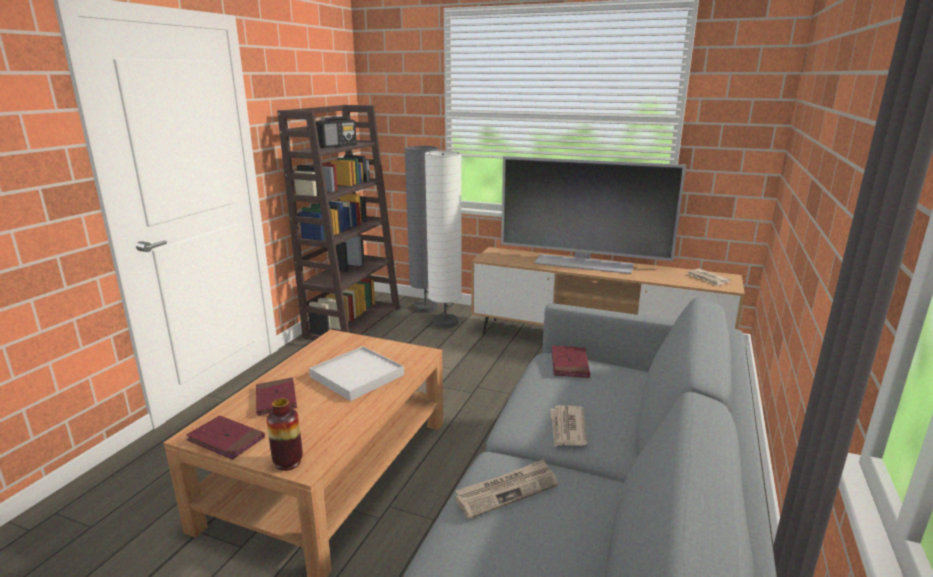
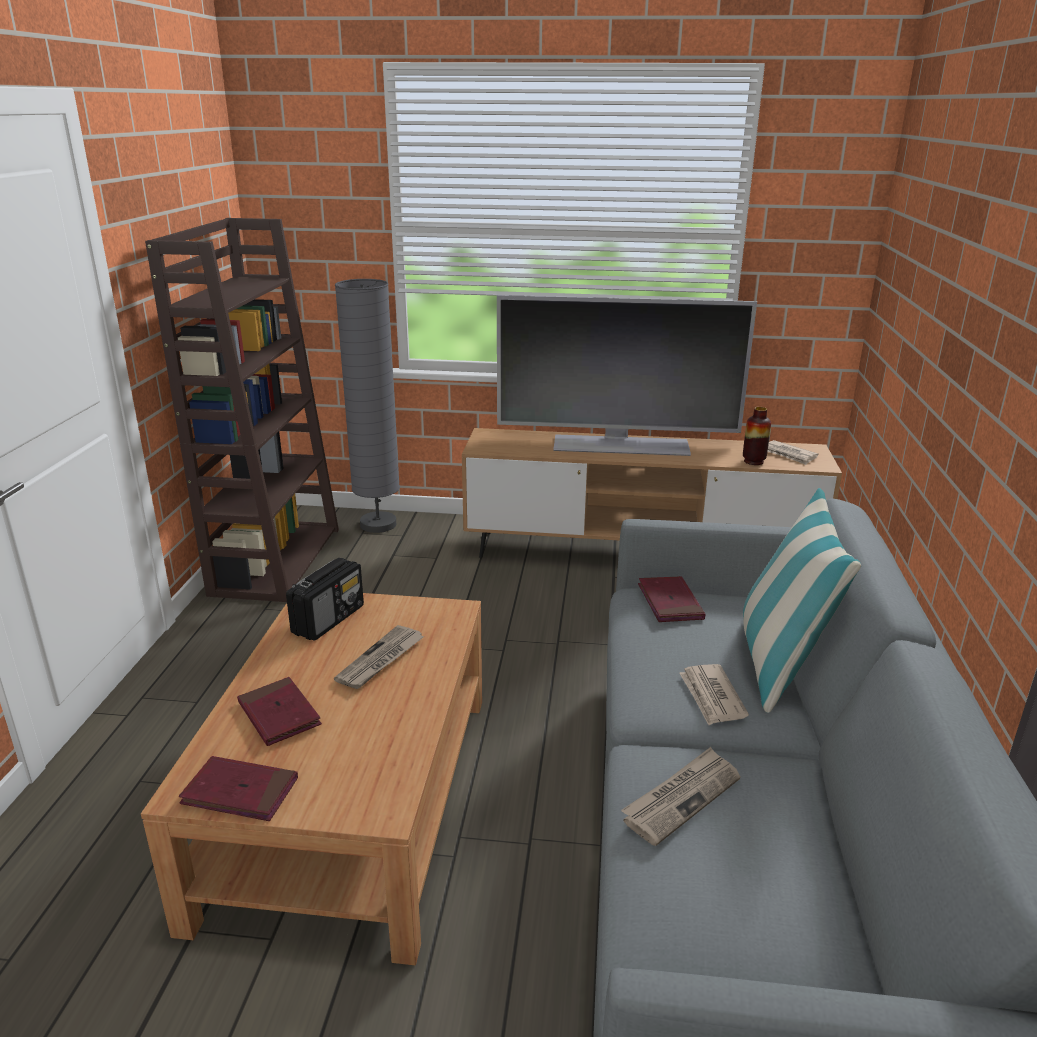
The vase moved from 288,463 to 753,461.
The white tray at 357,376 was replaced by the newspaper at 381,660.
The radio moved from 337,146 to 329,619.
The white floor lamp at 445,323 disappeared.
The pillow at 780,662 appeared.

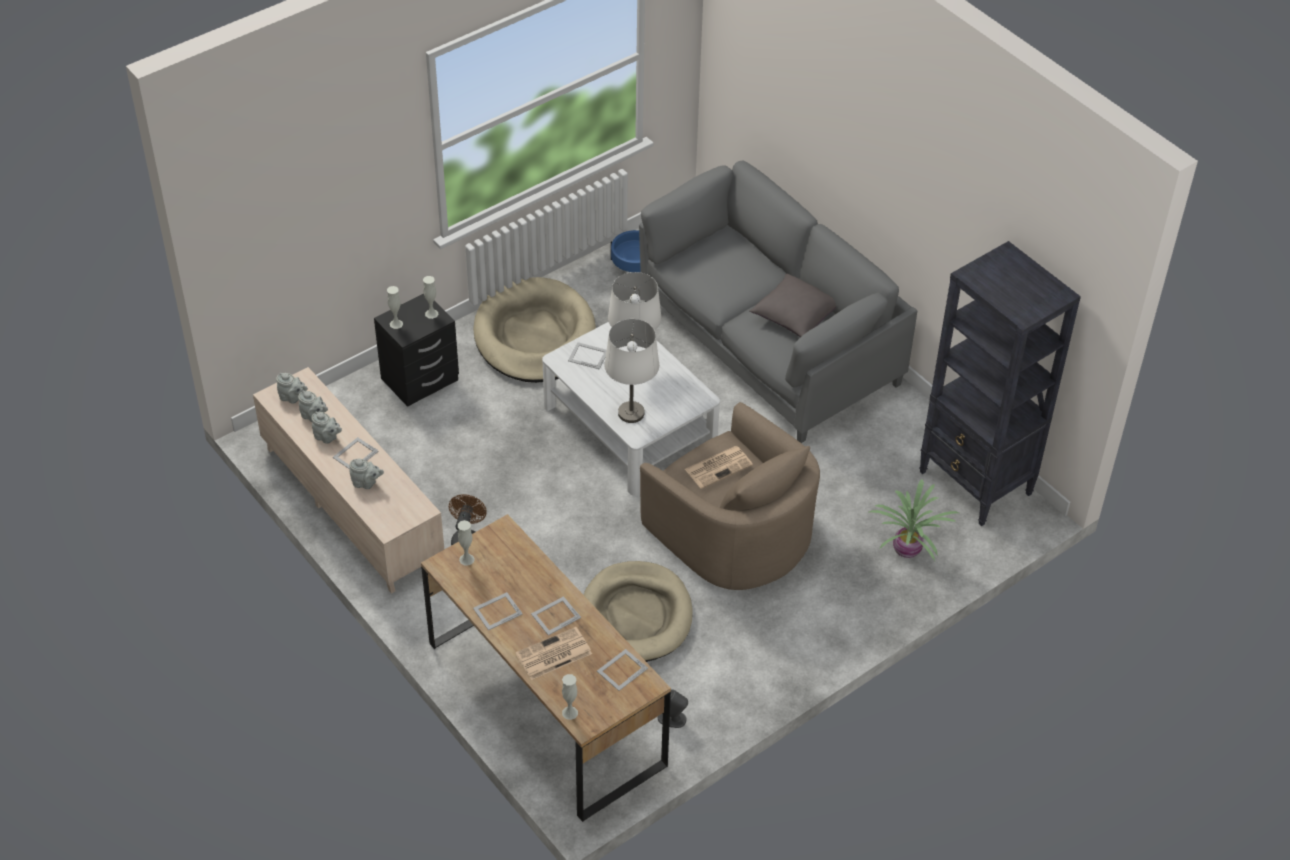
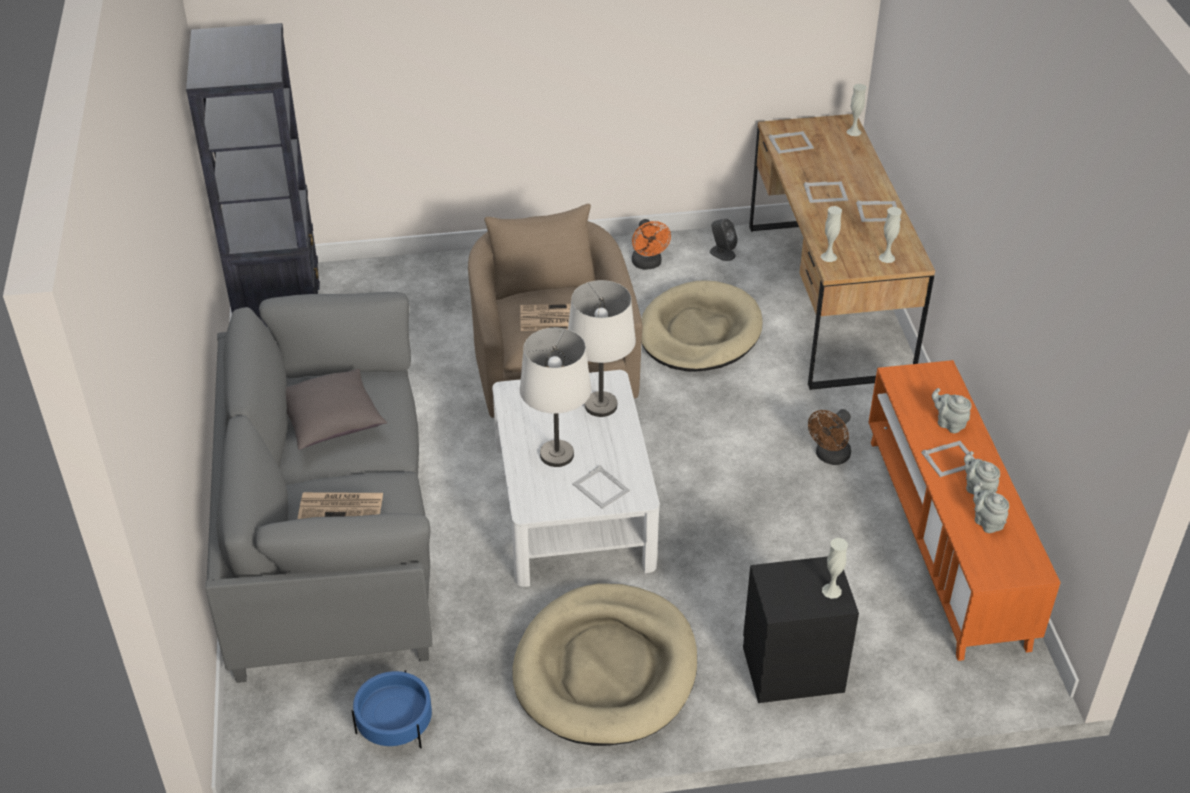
The beige tv stand at 352,506 became the orange tv stand at 946,540.
The grey teapot at 292,398 disappeared.
The white vase moved from 431,313 to 828,257.
The newspaper moved from 553,654 to 342,507.
The potted plant at 908,550 disappeared.
The orange fan at 648,264 appeared.

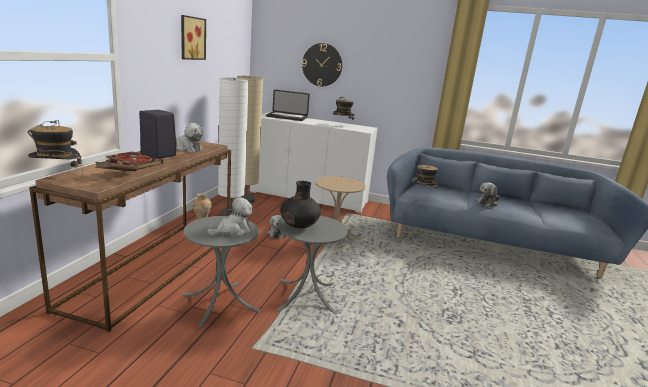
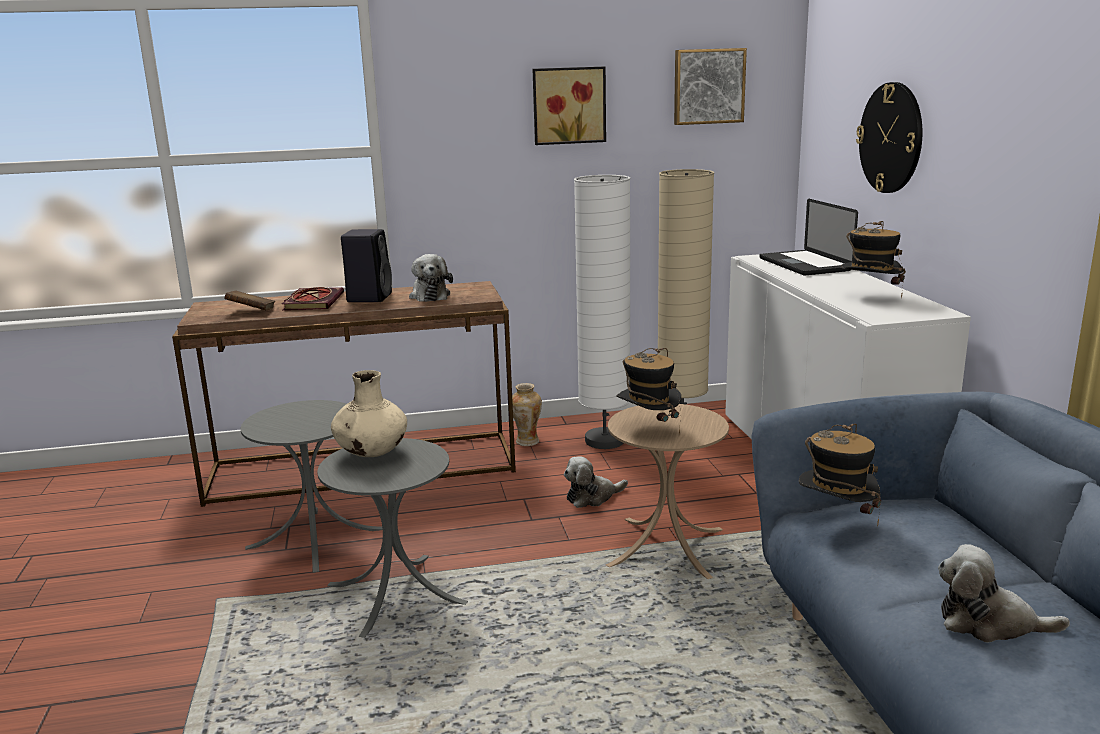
The hat moved from 57,177 to 648,429.
The plush toy at 232,230 disappeared.
The black vase at 299,226 became the beige vase at 371,454.
The picture at 708,86 appeared.

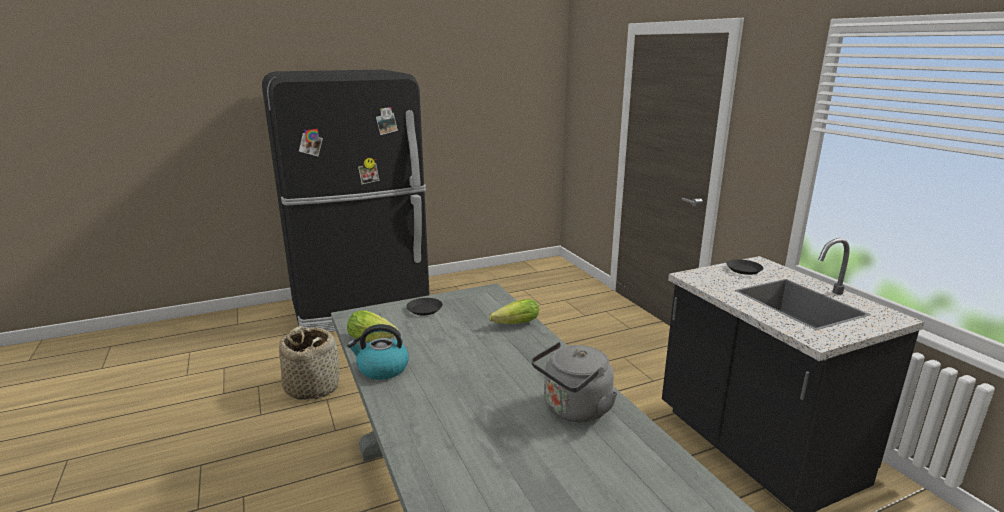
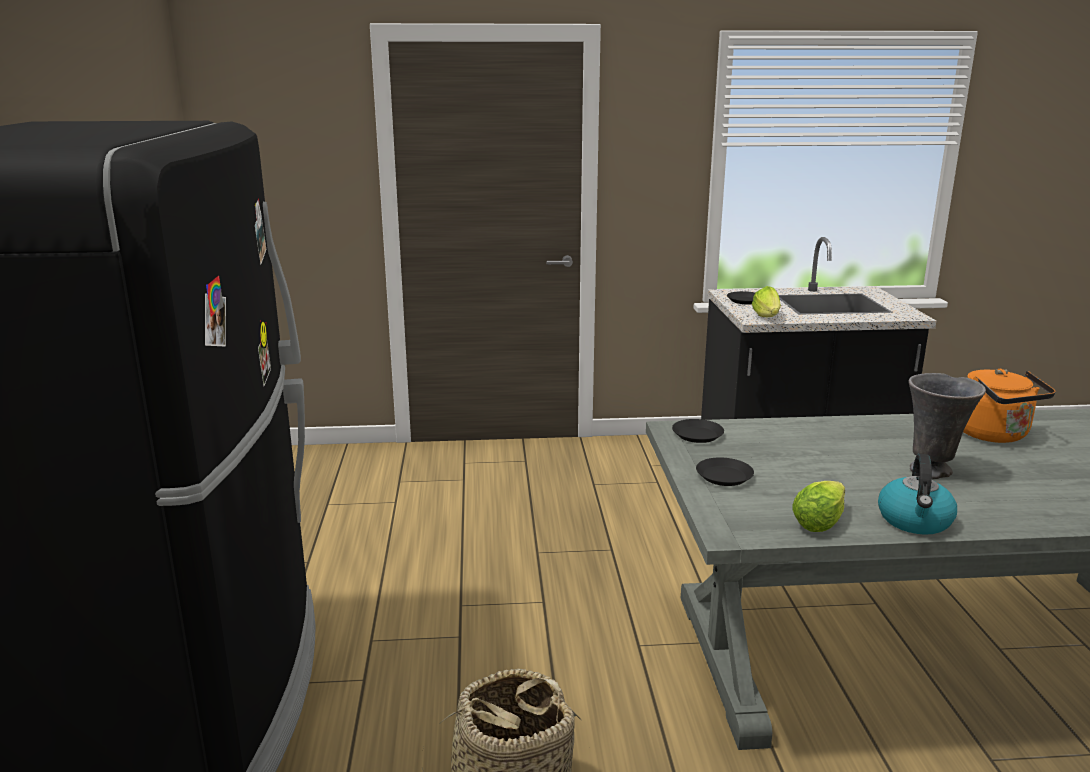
The lettuce moved from 513,324 to 767,317.
The grey kettle at 574,410 became the orange kettle at 994,435.
The black plate at 697,435 appeared.
The grey vase at 932,471 appeared.

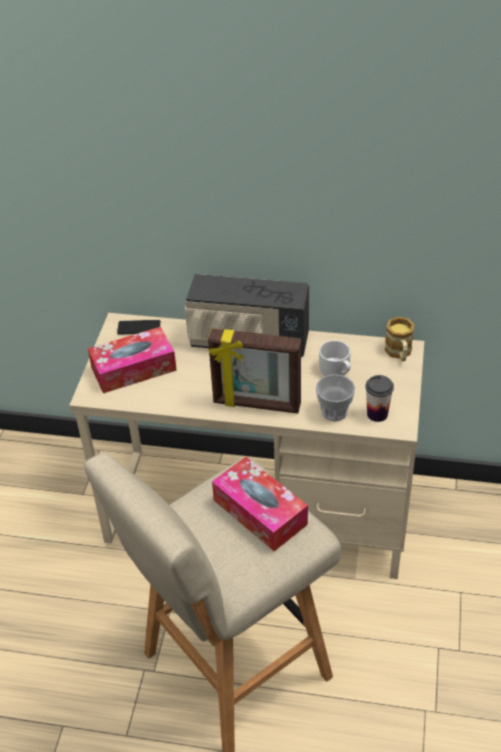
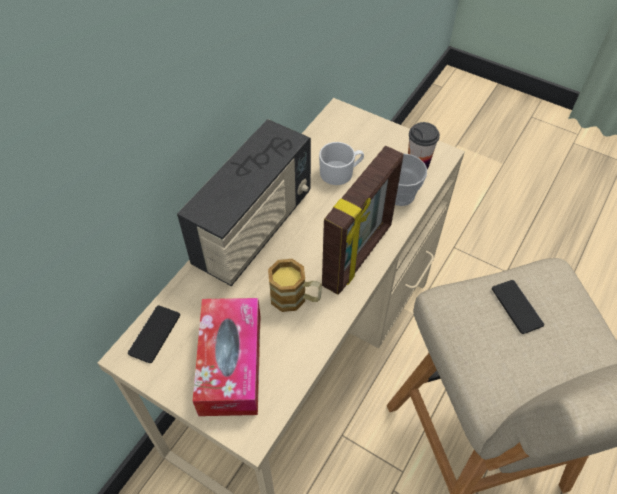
The tissue box at 260,512 was replaced by the phone at 516,307.
The mug moved from 399,353 to 295,298.

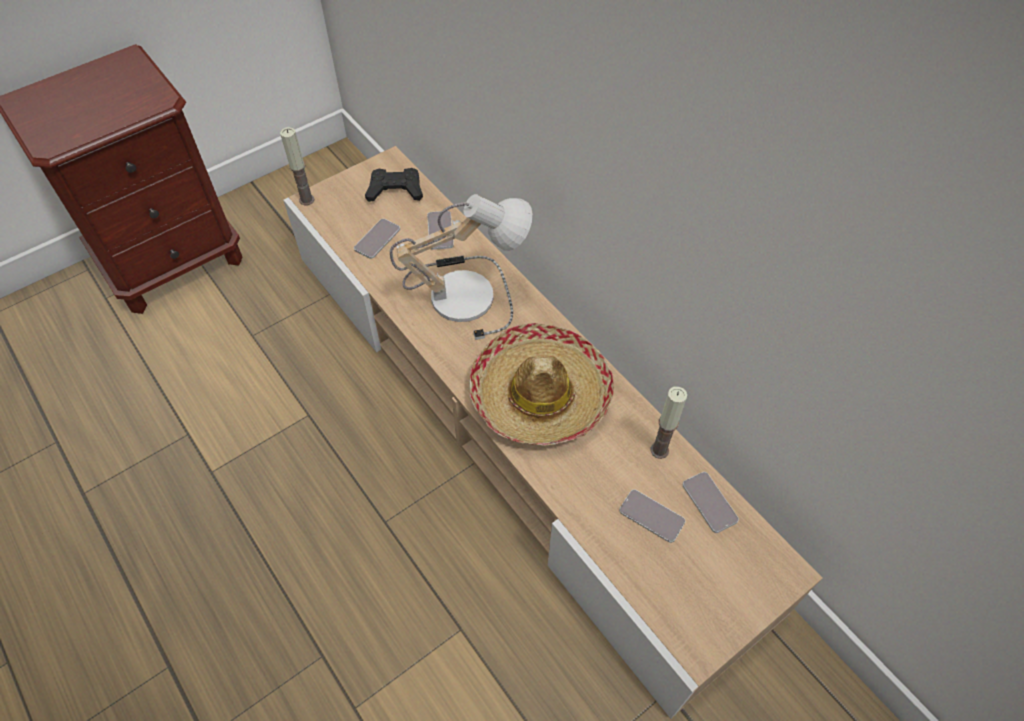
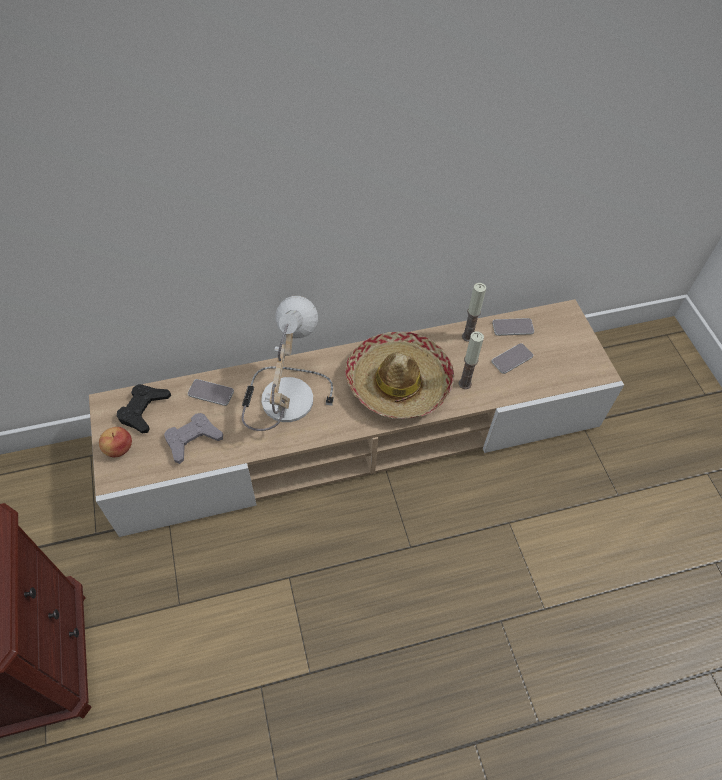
The candle moved from 306,200 to 464,383.
The phone at 377,239 was replaced by the grey game controller at 192,439.
The apple at 118,448 appeared.

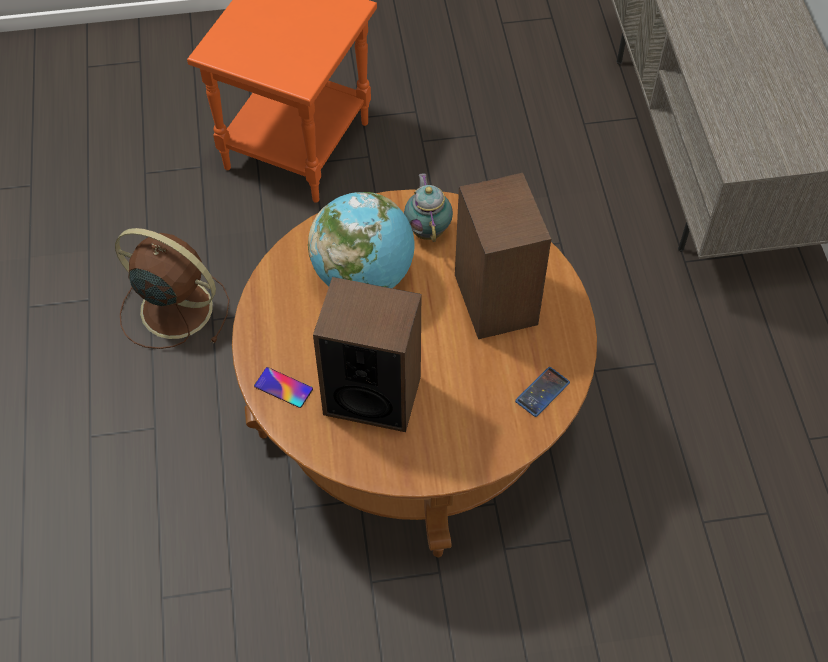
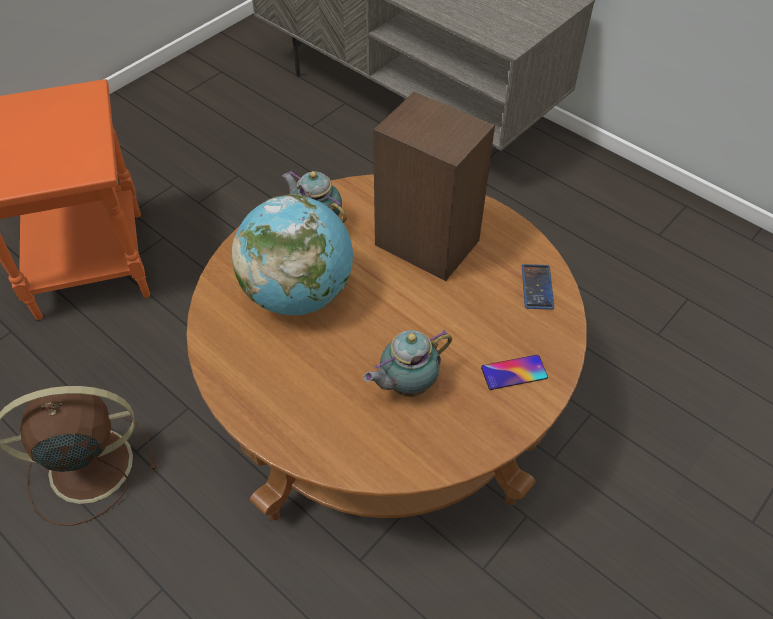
The phone moved from 283,388 to 514,372.
The speaker at 372,395 was replaced by the teapot at 406,385.

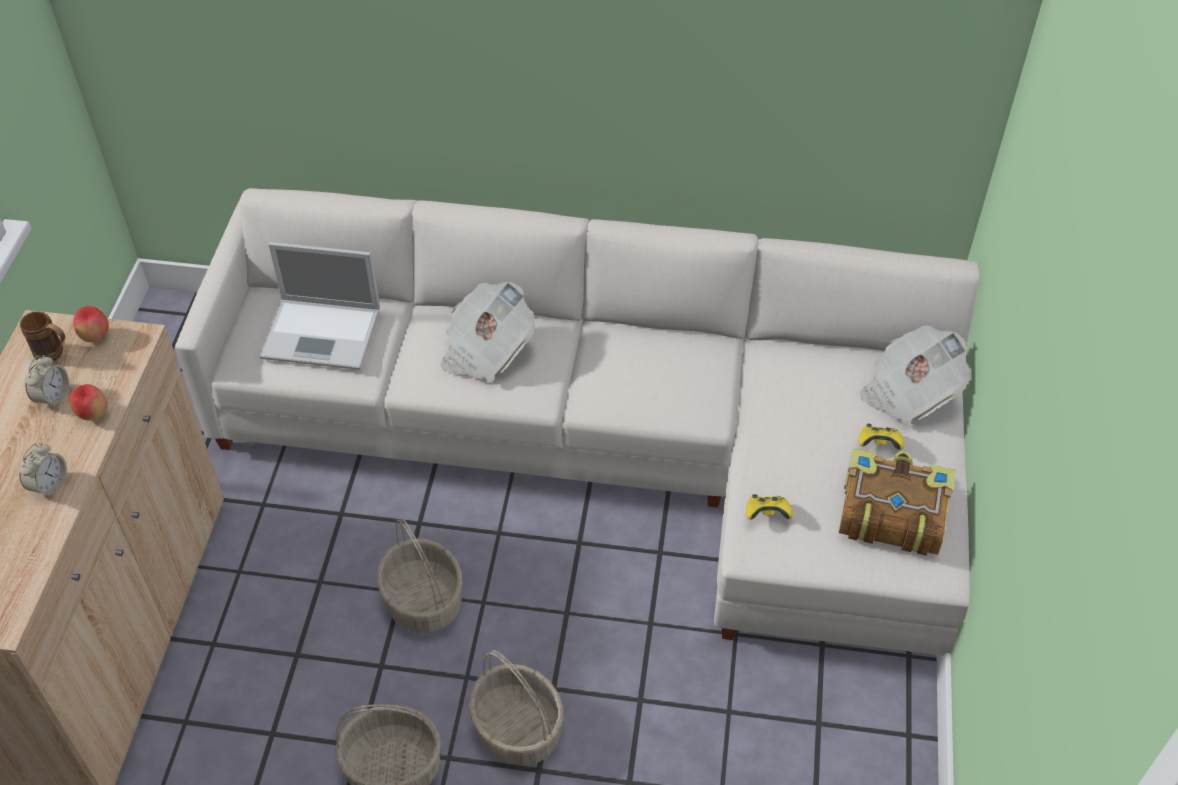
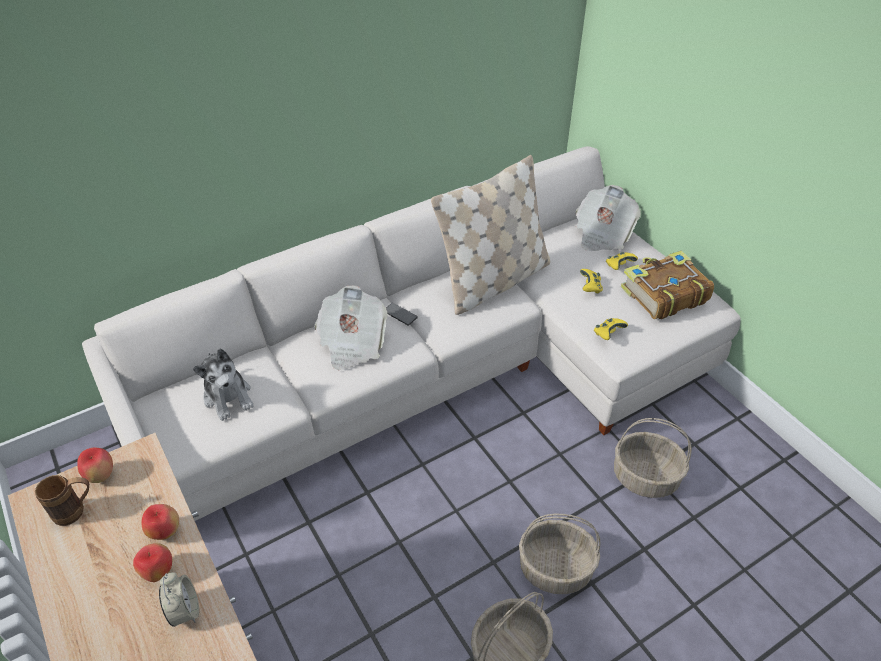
The alarm clock at 53,397 disappeared.
The laptop at 324,334 was replaced by the plush toy at 228,397.
The basket moved from 424,601 to 646,477.
The apple at 158,572 appeared.
The phone at 400,314 appeared.
The beige pillow at 493,281 appeared.
The yellow game controller at 590,287 appeared.

